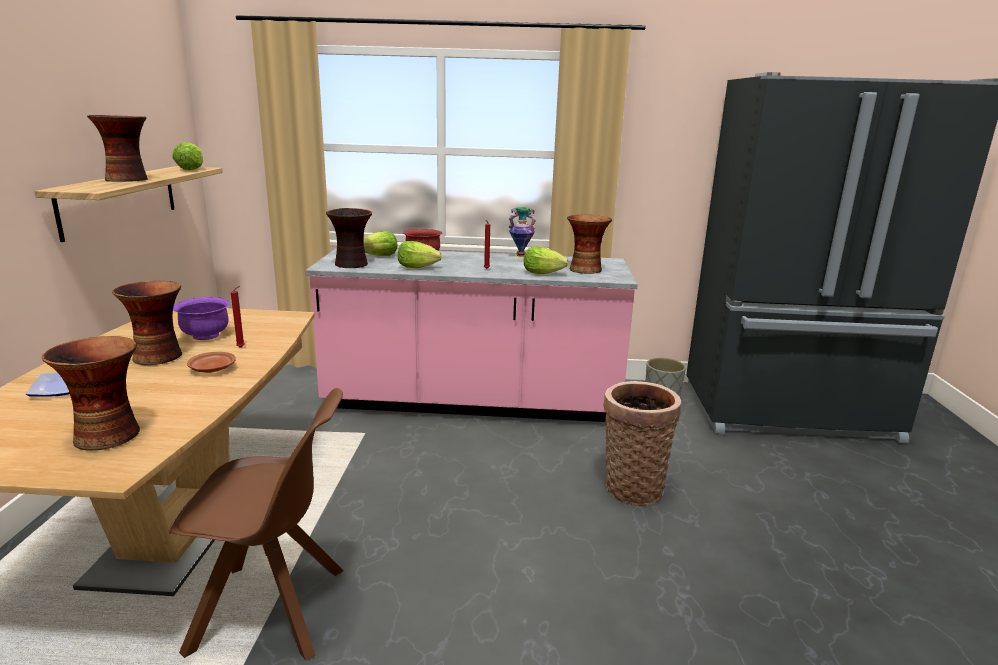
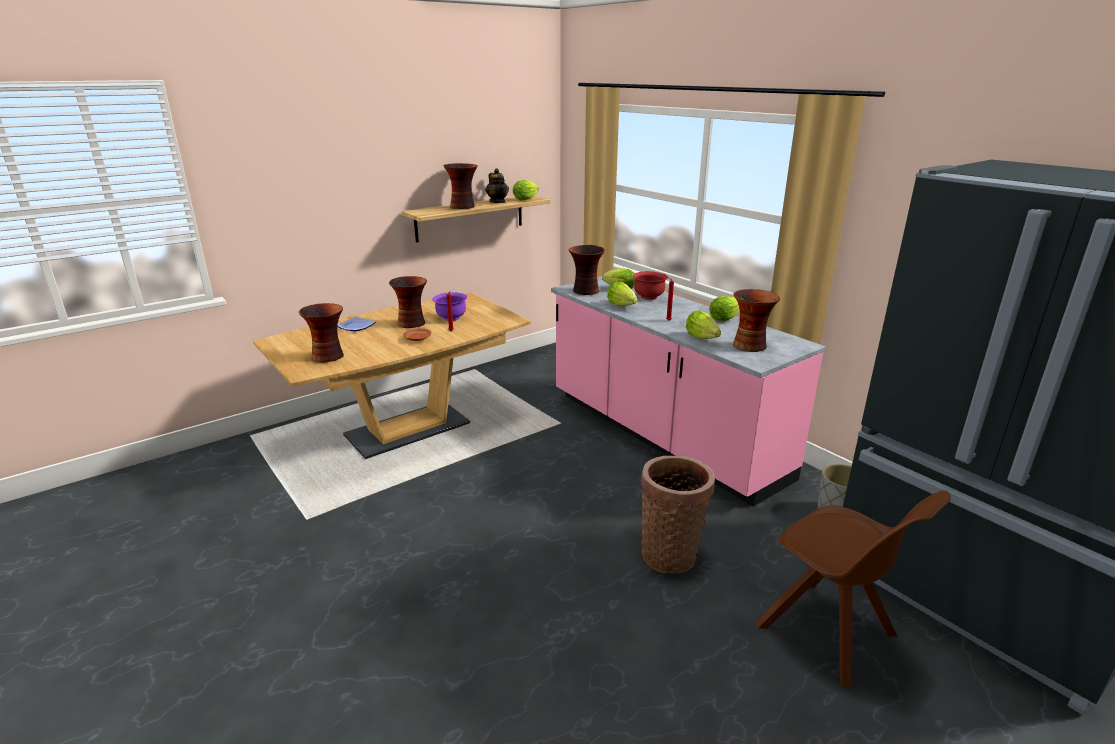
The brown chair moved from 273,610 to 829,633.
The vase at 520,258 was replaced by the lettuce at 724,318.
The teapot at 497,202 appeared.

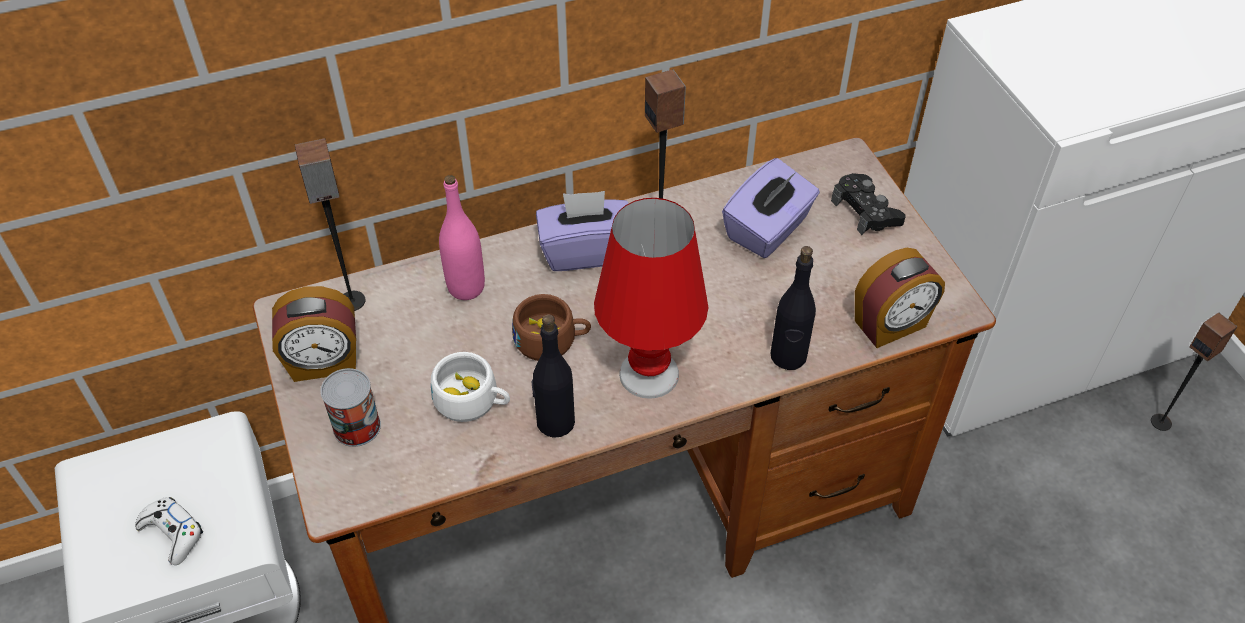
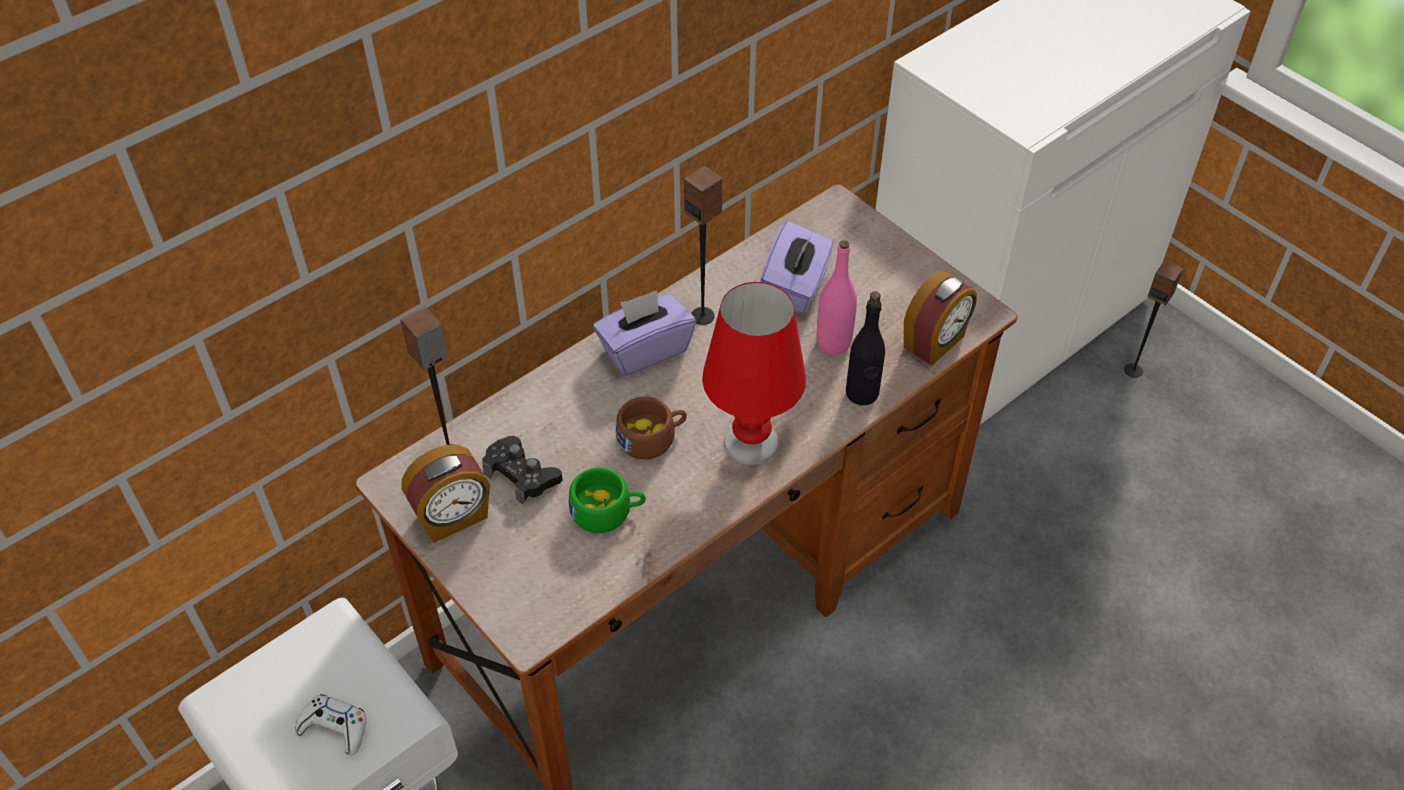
The can at 357,426 disappeared.
The white cup at 473,401 became the green cup at 608,511.
The pink bottle moved from 466,287 to 833,343.
The black bottle at 555,422 disappeared.
The black game controller moved from 866,211 to 522,475.

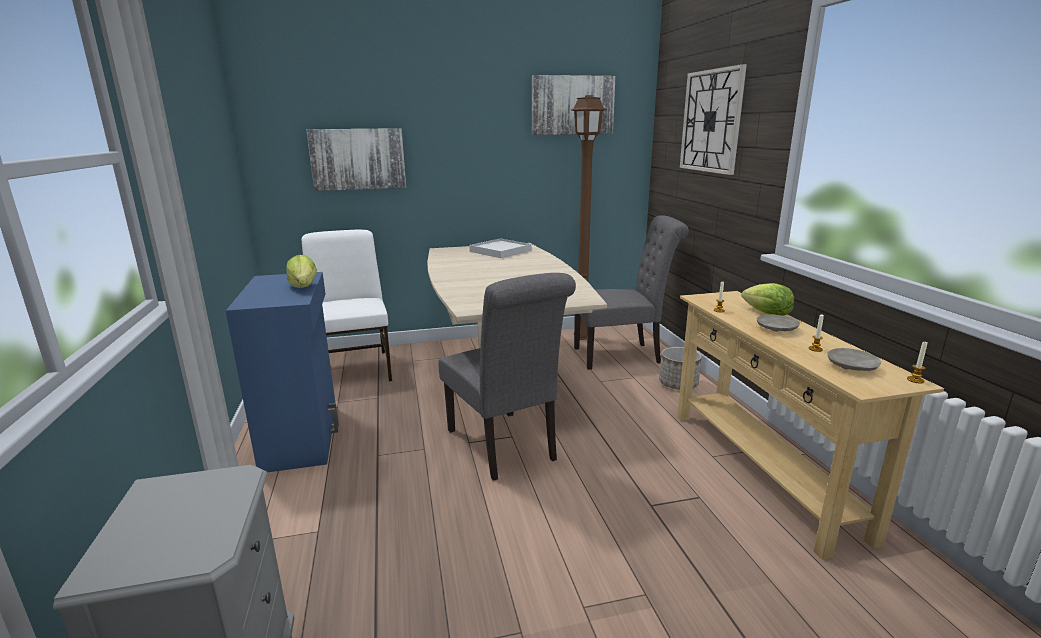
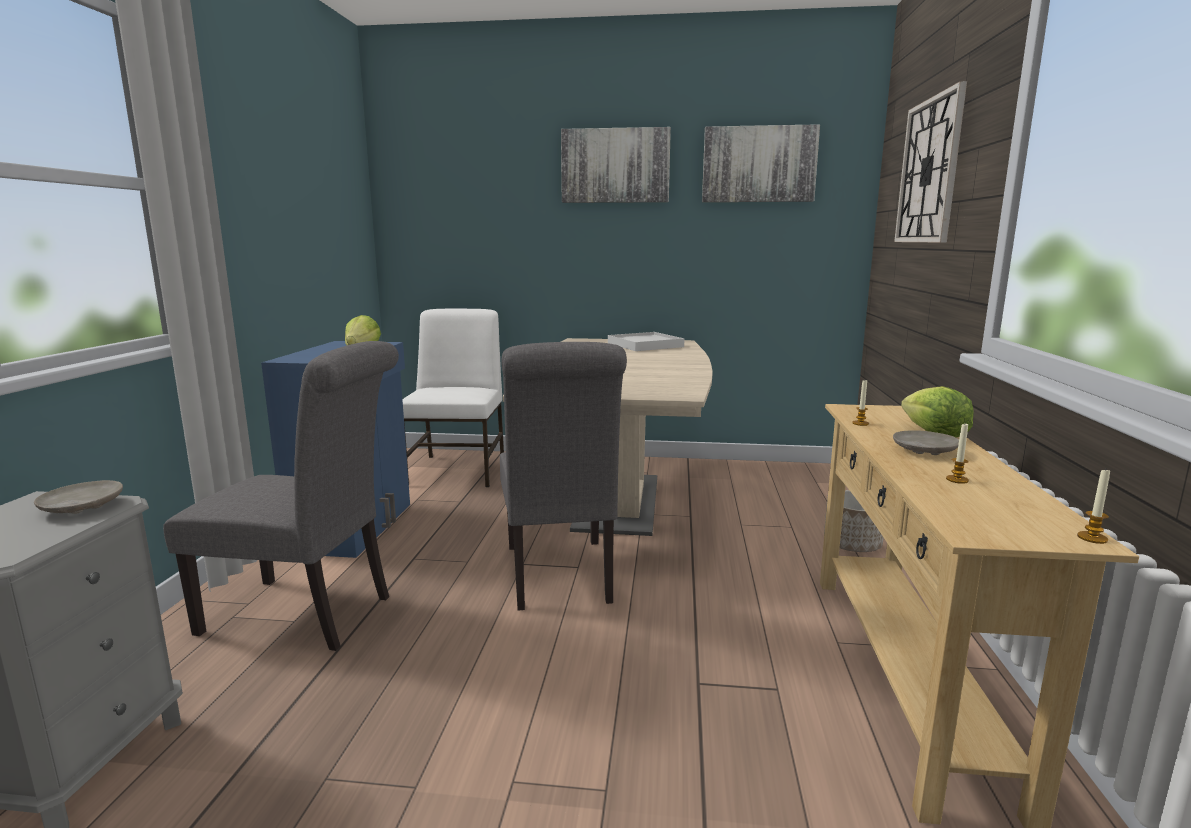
The picture moved from 358,159 to 615,166.
The brown floor lamp at 581,338 disappeared.
The grey chair moved from 622,355 to 308,615.
The beige plate moved from 851,367 to 81,508.

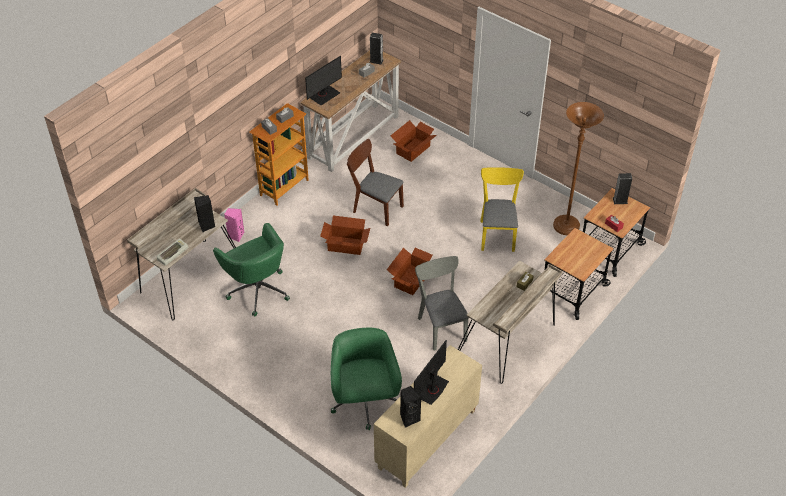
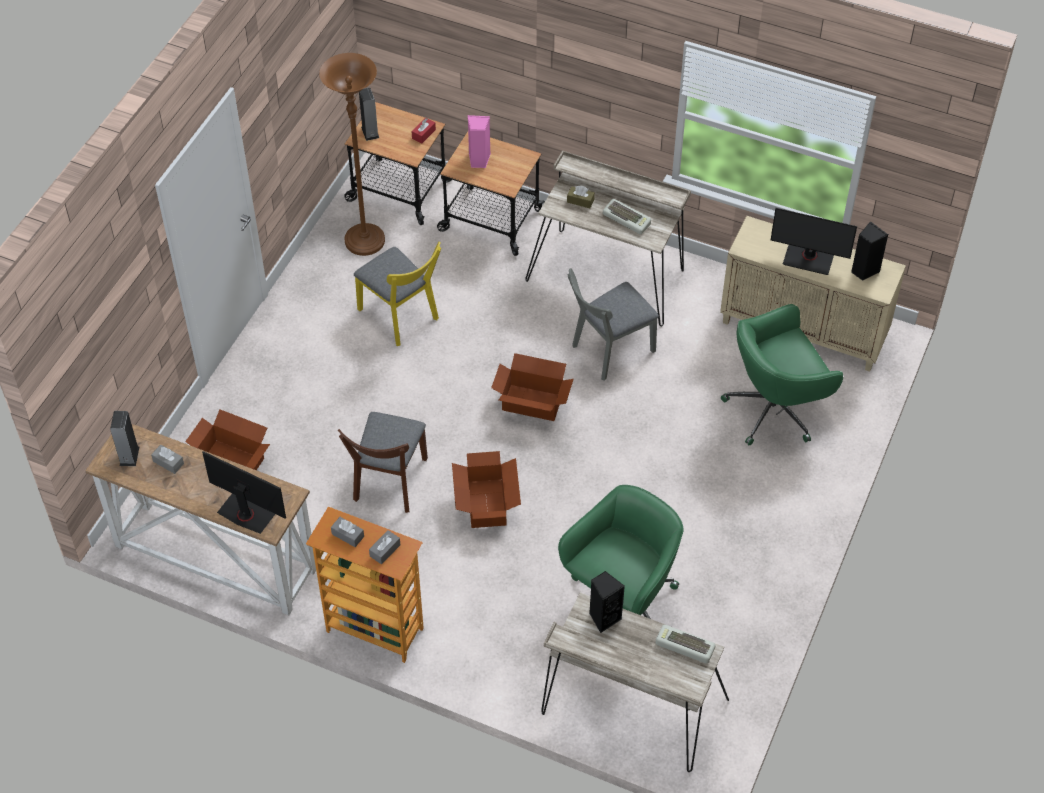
The pink speaker moved from 236,235 to 478,160.
The yellow chair at 497,233 turned 120 degrees counterclockwise.
The keyboard at 627,219 appeared.

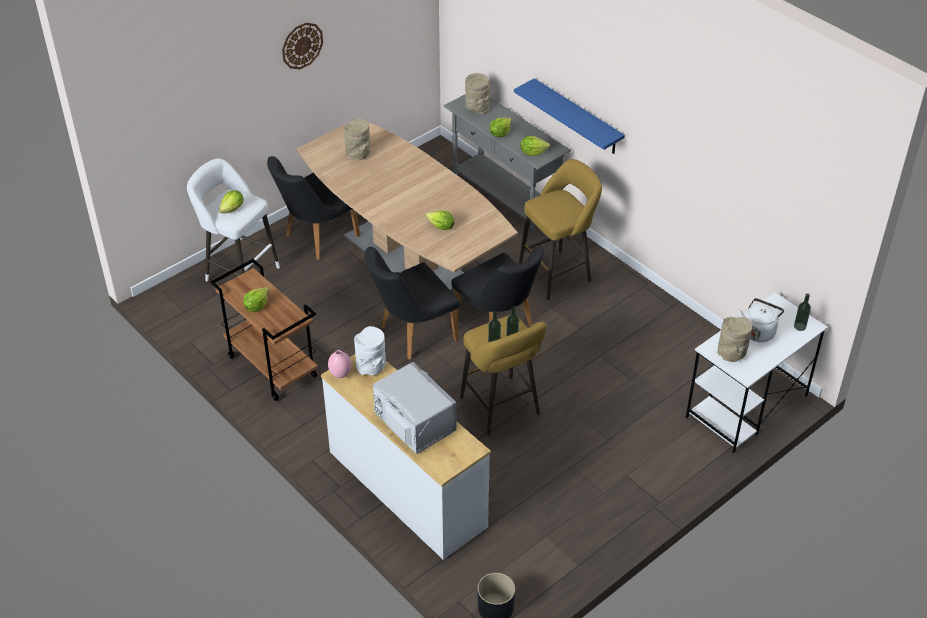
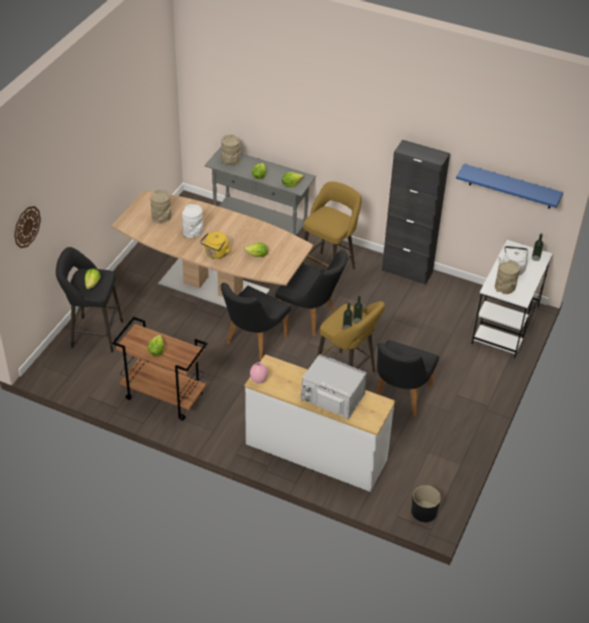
The white stool at 239,272 became the black stool at 93,334.
The black chair moved from 316,238 to 399,398.
The wall clock moved from 302,45 to 26,226.
The white vase moved from 371,367 to 193,232.
The blue shelf moved from 577,117 to 511,187.
The yellow kettle at 216,254 appeared.
The black cabinet at 407,271 appeared.

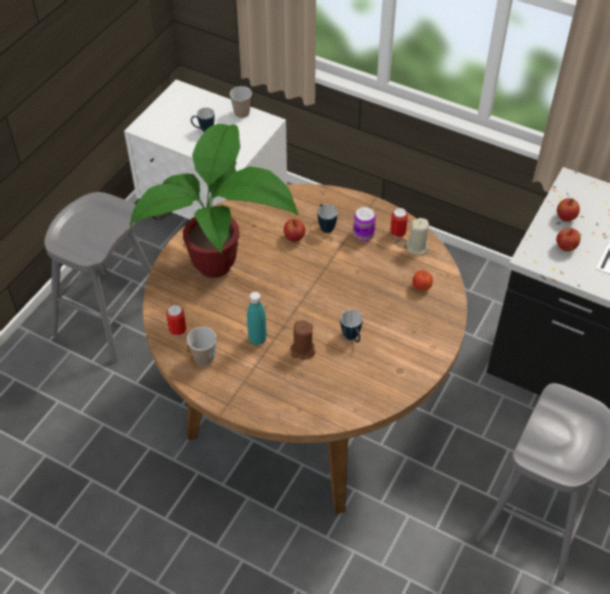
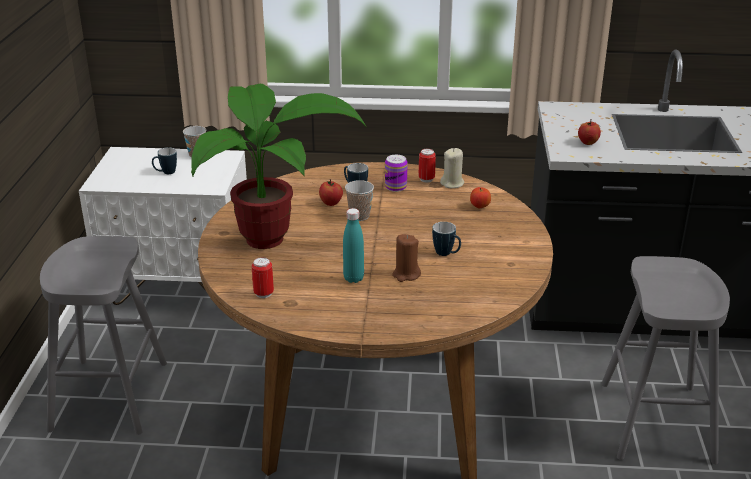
The cup moved from 204,358 to 359,216.
The apple at 565,218 disappeared.

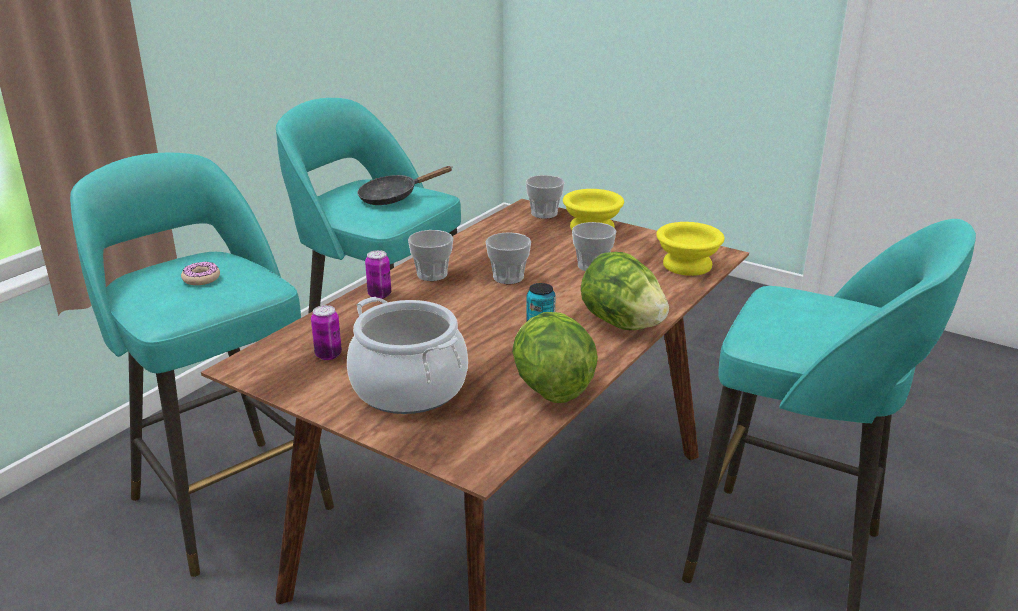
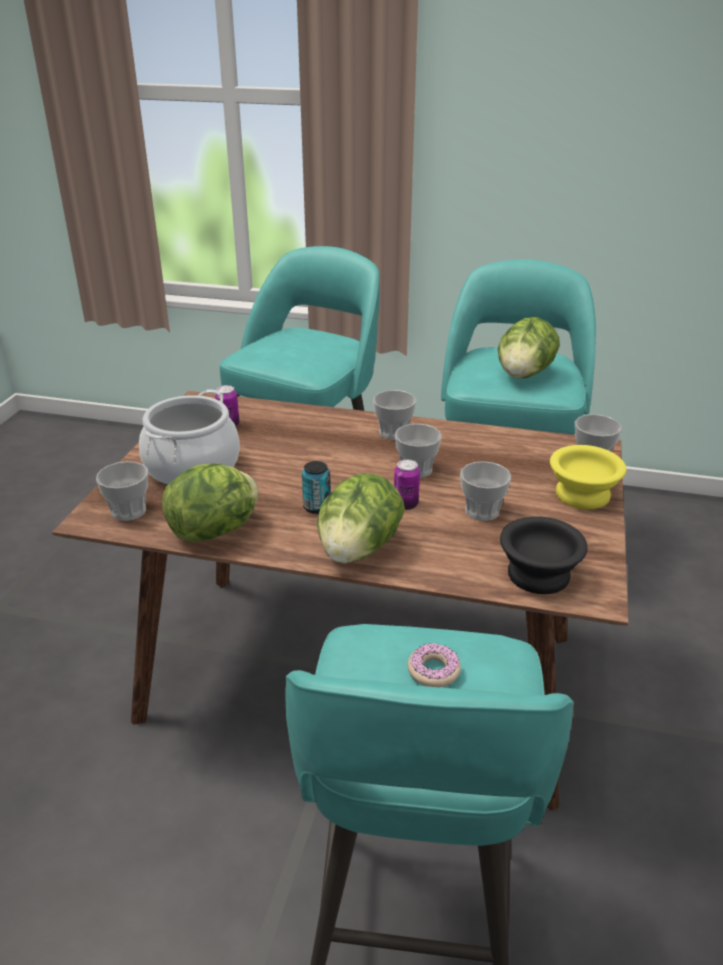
The donut moved from 201,279 to 433,671.
The black frying pan at 393,197 was replaced by the lettuce at 524,375.
The can moved from 379,295 to 406,505.
The yellow bowl at 687,264 became the black bowl at 541,575.
The cup at 129,511 appeared.

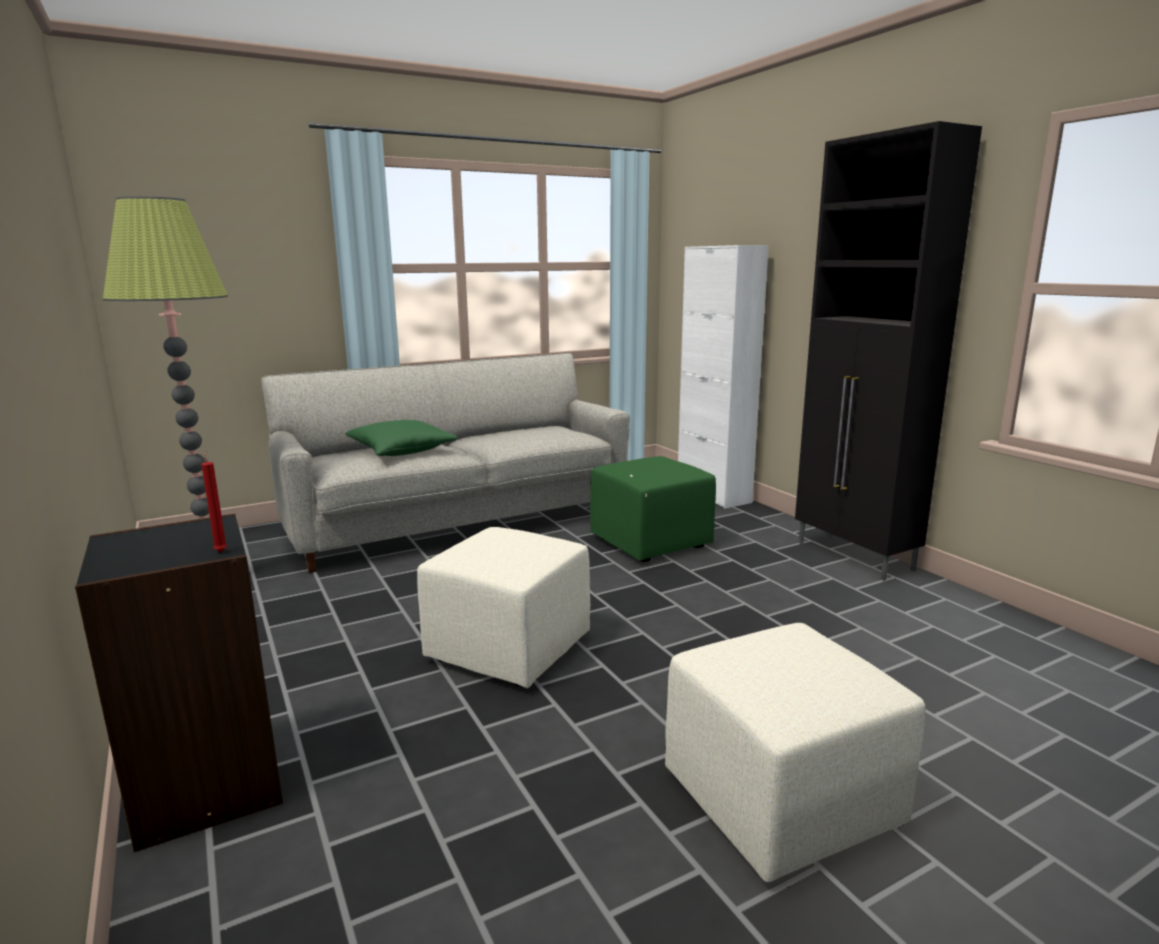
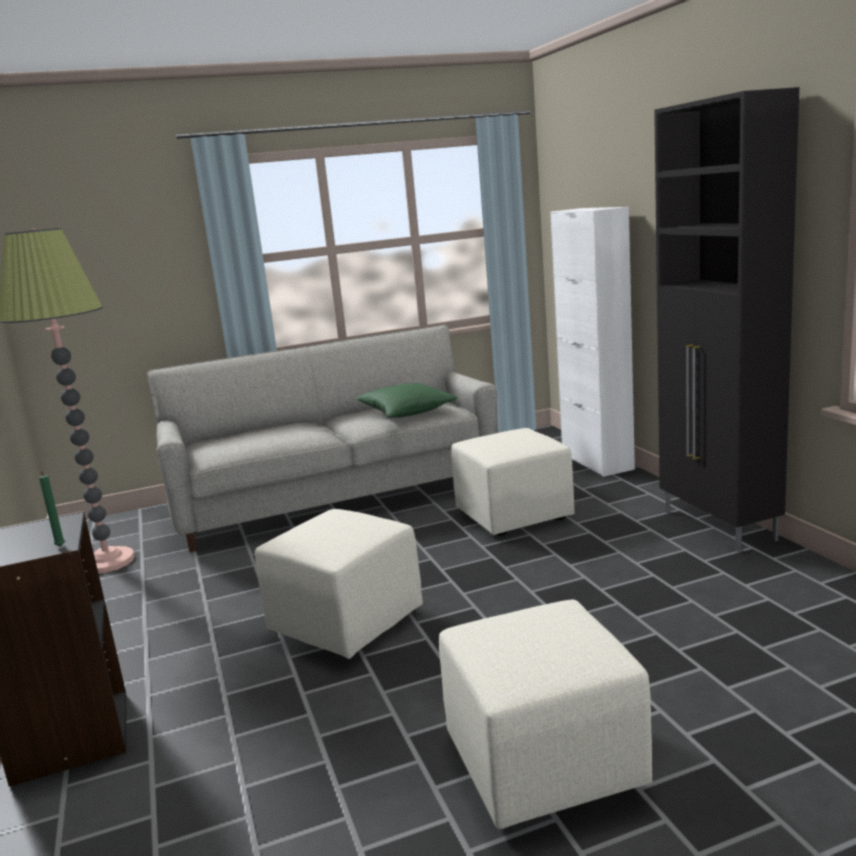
The red candle at 221,551 became the green candle at 61,545.
The green pillow moved from 401,451 to 406,412.
The green ottoman at 649,543 became the beige ottoman at 513,516.

